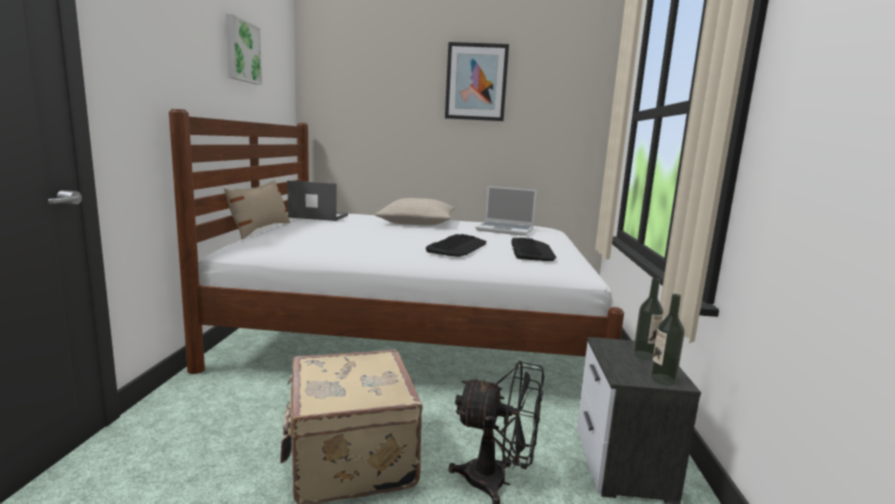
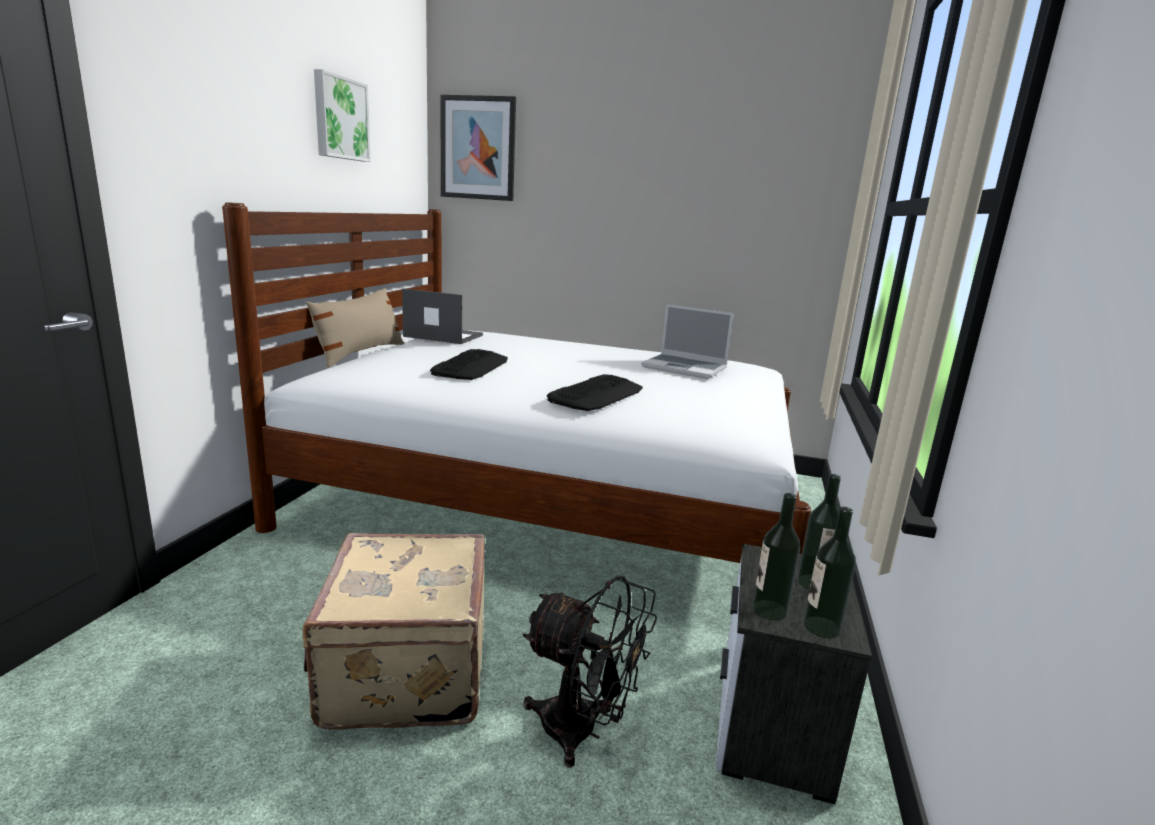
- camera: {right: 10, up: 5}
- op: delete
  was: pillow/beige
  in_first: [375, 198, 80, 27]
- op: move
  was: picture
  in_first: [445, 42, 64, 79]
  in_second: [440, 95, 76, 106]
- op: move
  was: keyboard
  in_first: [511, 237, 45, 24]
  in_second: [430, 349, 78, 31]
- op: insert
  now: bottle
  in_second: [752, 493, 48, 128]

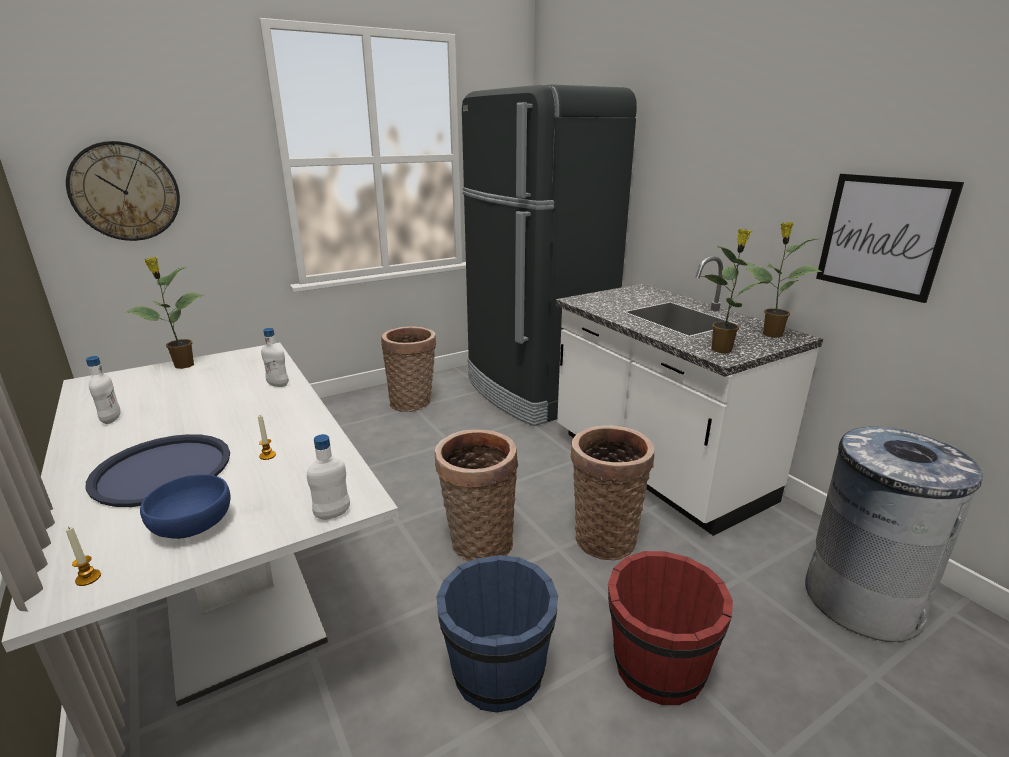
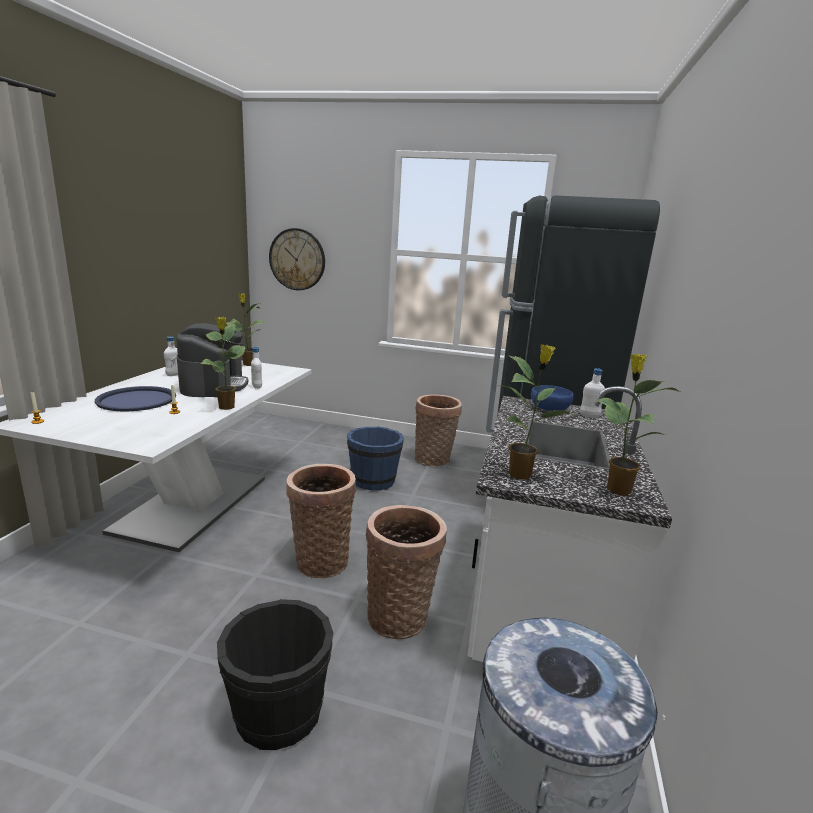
- camera: {right: 45, up: -5}
- op: move
  was: bowl/blue
  in_first: [140, 474, 91, 65]
  in_second: [531, 385, 43, 26]
- op: move
  was: bottle/white
  in_first: [307, 434, 43, 86]
  in_second: [580, 368, 25, 50]
- op: move
  was: bucket/blue
  in_first: [436, 555, 122, 158]
  in_second: [347, 426, 57, 65]
- op: recolor
  was: bucket/red
  now: bucket/black
  in_first: [608, 551, 125, 154]
  in_second: [217, 599, 116, 151]
- op: delete
  was: picture
  in_first: [816, 174, 148, 129]
- op: insert
  now: coffee machine
  in_second: [176, 323, 72, 74]
- op: insert
  now: potted plant
  in_second: [201, 317, 44, 93]

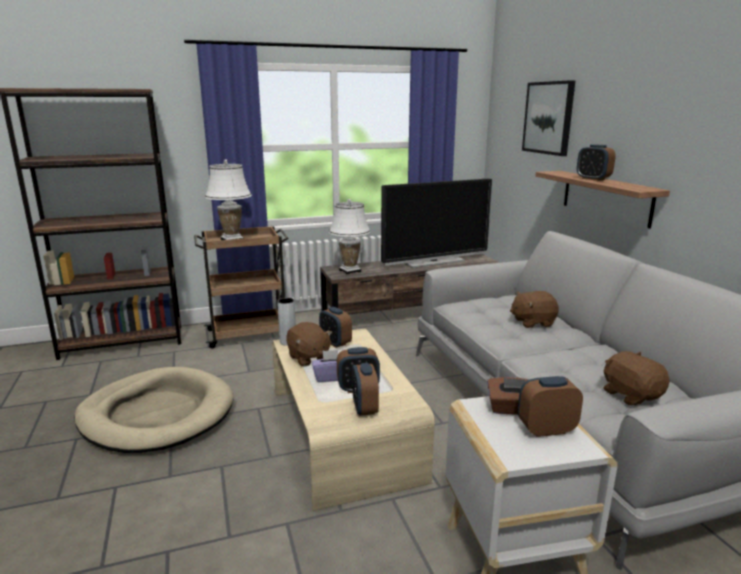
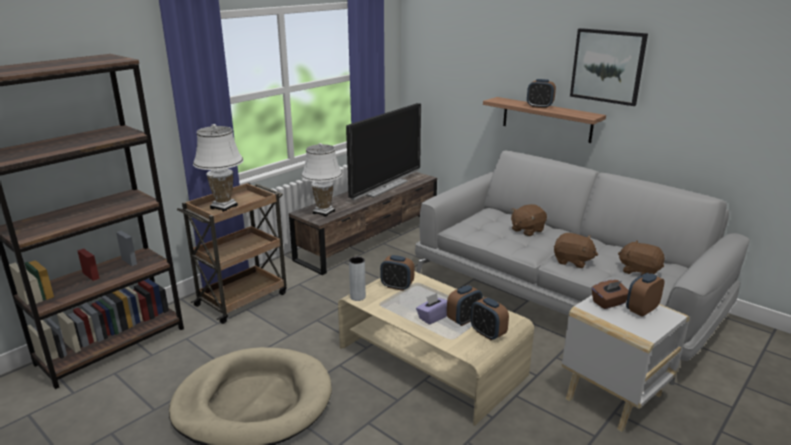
- camera: {right: -30, up: 5}
- op: move
  was: plush toy/brown
  in_first: [286, 322, 47, 45]
  in_second: [554, 233, 44, 35]
- op: move
  was: picture
  in_first: [522, 80, 53, 76]
  in_second: [570, 28, 78, 78]

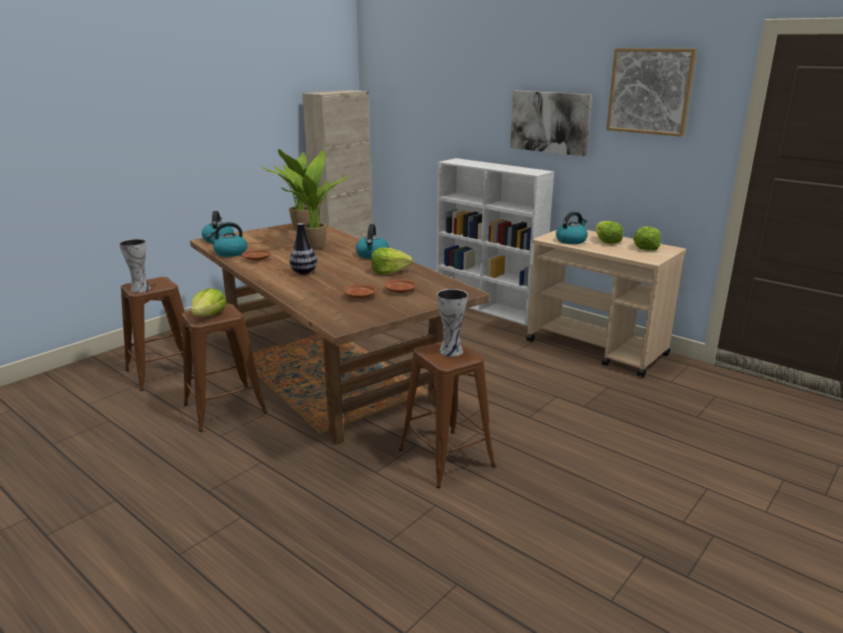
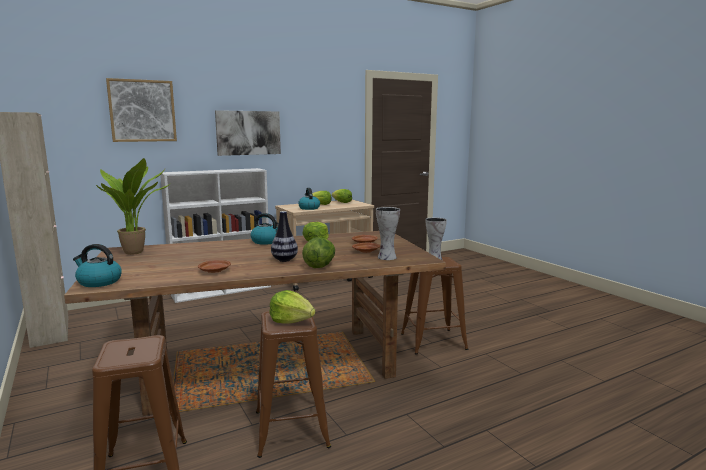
- camera: {right: -70, up: -10}
- op: move
  was: vase
  in_first: [119, 239, 32, 54]
  in_second: [376, 207, 24, 53]
- op: delete
  was: kettle
  in_first: [207, 222, 40, 35]
- op: delete
  was: potted plant
  in_first: [278, 150, 71, 100]
- op: move
  was: picture
  in_first: [606, 48, 91, 89]
  in_second: [106, 78, 71, 64]
- op: insert
  now: lettuce
  in_second: [302, 237, 33, 31]

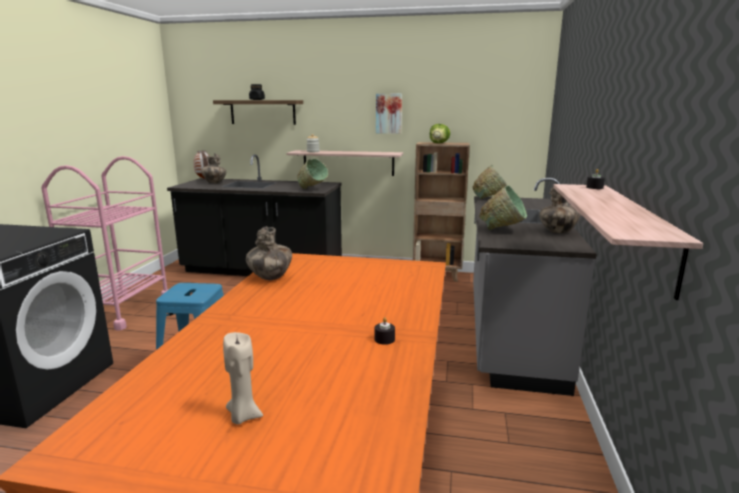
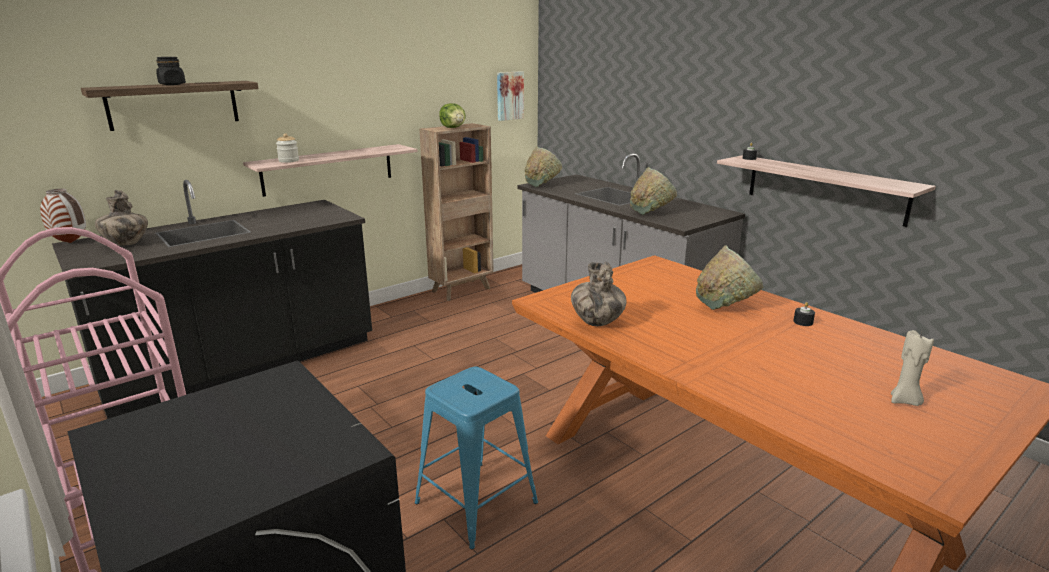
- camera: {right: -50, up: 5}
- op: move
  was: bowl/green
  in_first: [297, 158, 31, 31]
  in_second: [696, 245, 67, 65]
- op: move
  was: picture
  in_first: [376, 93, 26, 41]
  in_second: [497, 71, 27, 50]
- op: delete
  was: vase
  in_first: [539, 188, 42, 45]

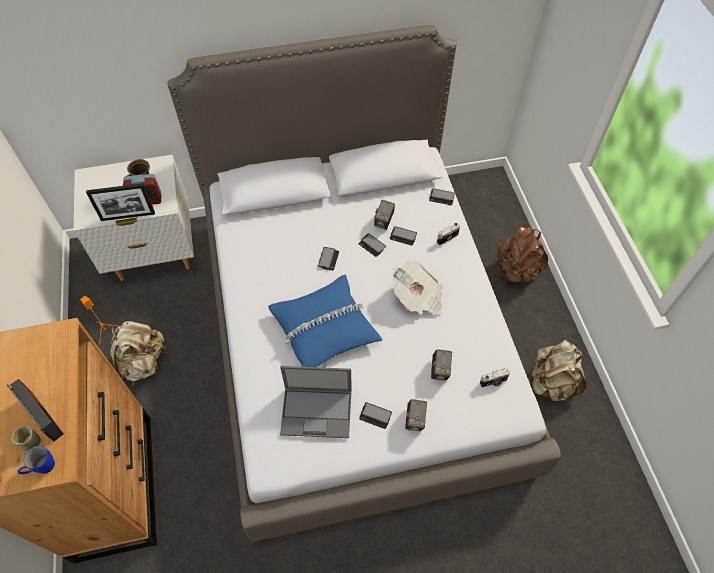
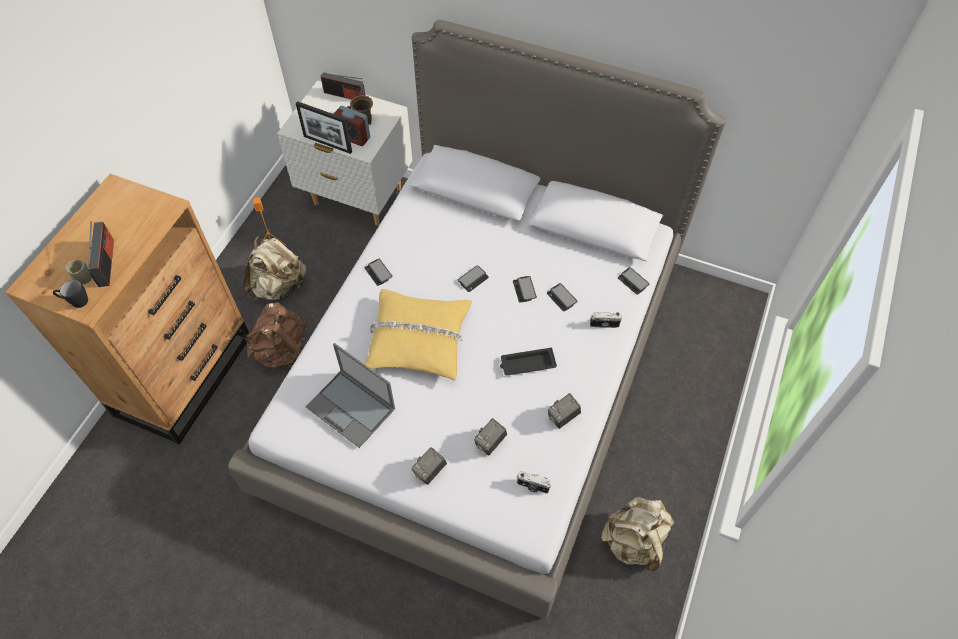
- camera: {right: 35, up: 0}
- op: recolor
  was: mug/blue
  now: mug/black
  in_first: [17, 446, 38, 28]
  in_second: [53, 280, 35, 28]
- op: recolor
  was: pillow/blue
  now: pillow/yellow
  in_first: [268, 275, 114, 92]
  in_second: [364, 289, 108, 92]
- op: move
  was: phone
  in_first: [359, 402, 33, 27]
  in_second: [365, 259, 27, 27]
- op: move
  was: photo camera
  in_first: [374, 200, 21, 30]
  in_second: [548, 393, 33, 36]
- op: replace
  was: newspaper
  now: tray/black
  in_first: [392, 261, 51, 54]
  in_second: [500, 347, 57, 29]
- op: move
  was: backpack/brown
  in_first: [497, 226, 51, 57]
  in_second: [243, 302, 64, 66]
- op: insert
  now: radio
  in_second: [321, 72, 44, 28]

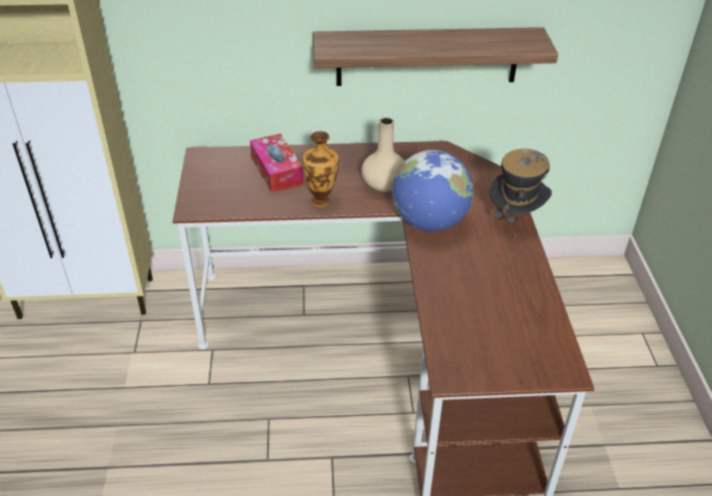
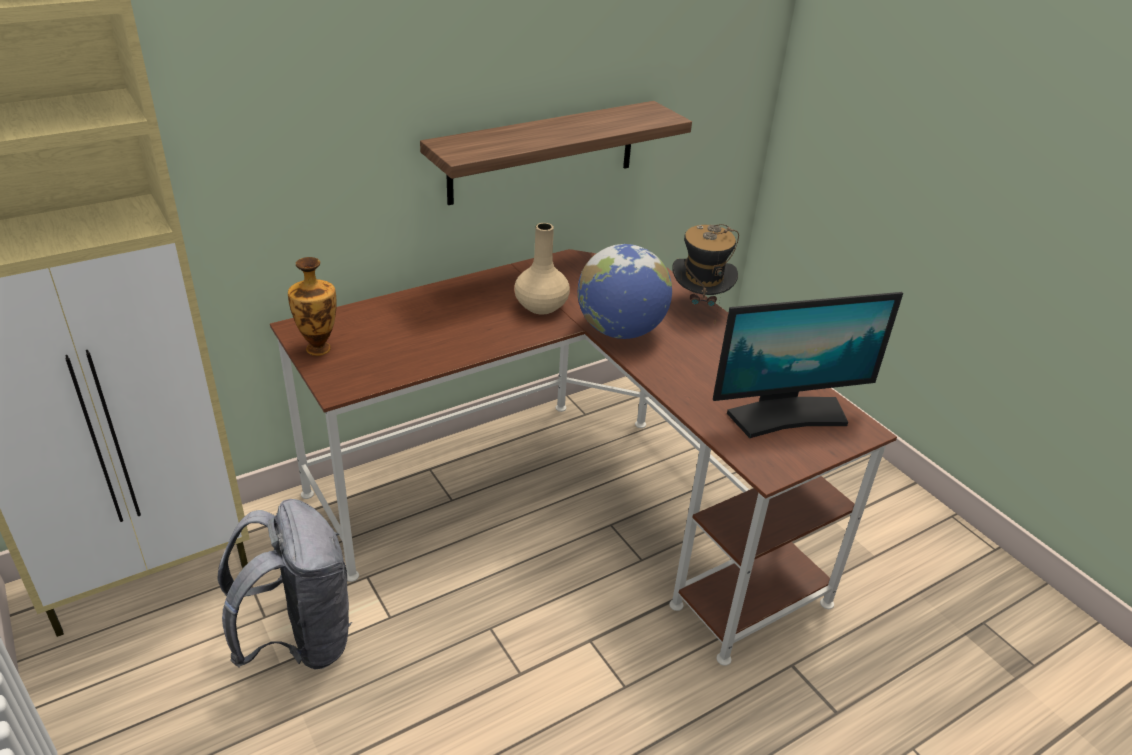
- camera: {right: -30, up: -5}
- op: delete
  was: tissue box
  in_first: [250, 134, 53, 59]
- op: move
  was: vase
  in_first: [302, 131, 37, 76]
  in_second: [288, 257, 49, 99]
- op: insert
  now: backpack/grey
  in_second: [217, 499, 135, 171]
- op: insert
  now: monitor
  in_second: [713, 292, 190, 146]

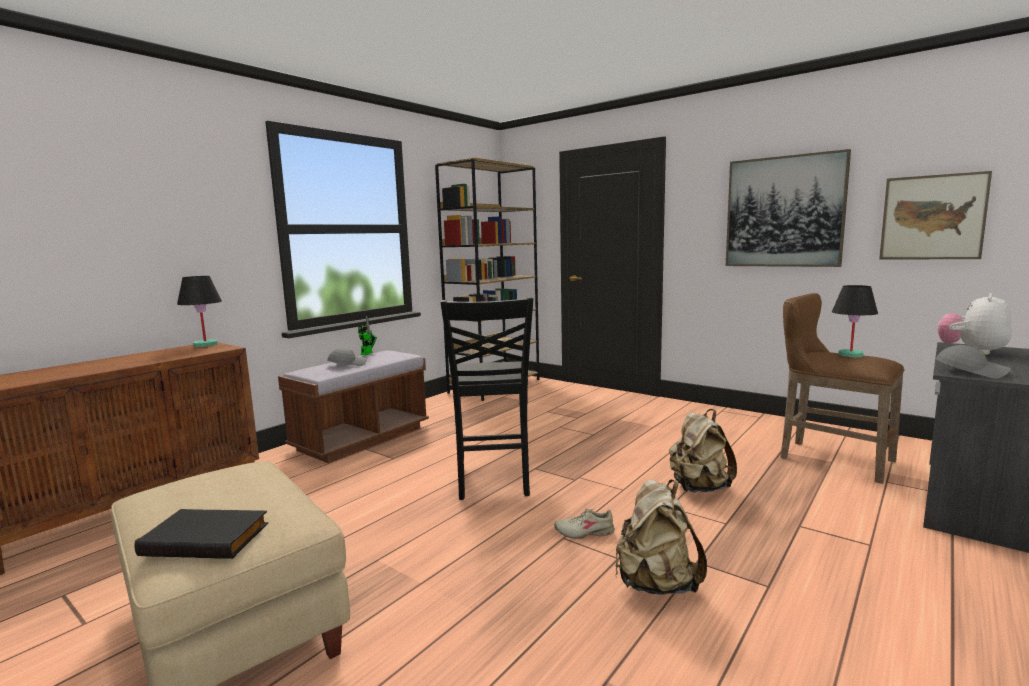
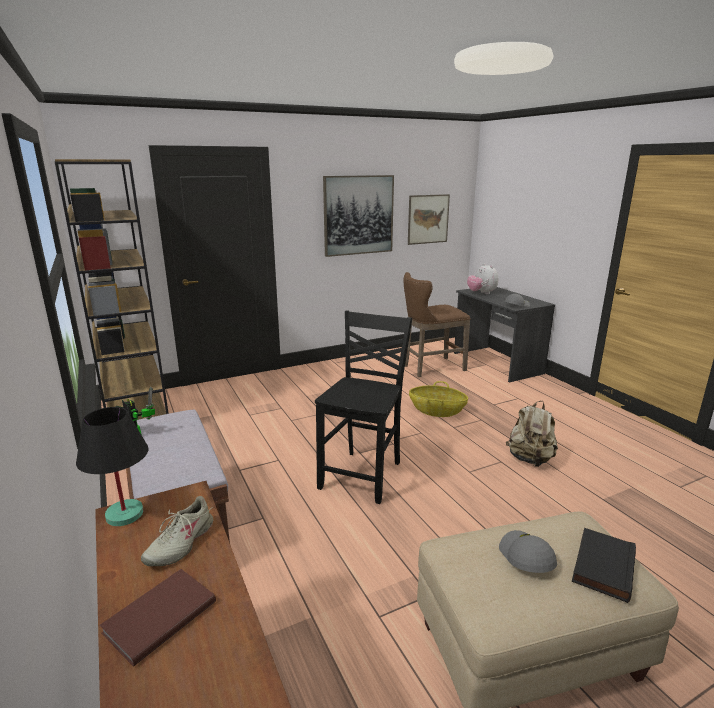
- camera: {right: -65, up: 10}
- op: move
  was: cap/grey
  in_first: [327, 348, 40, 18]
  in_second: [499, 530, 58, 43]
- op: rotate
  was: chair/black
  in_first: [440, 297, 93, 203]
  in_second: [315, 311, 97, 193]
  clockwise: -90
- op: move
  was: shoe/beige
  in_first: [554, 508, 61, 31]
  in_second: [141, 496, 72, 70]
- op: replace
  was: backpack/beige
  now: basket
  in_first: [669, 409, 68, 83]
  in_second: [409, 381, 59, 36]
- op: delete
  was: table lamp/black
  in_first: [832, 285, 46, 72]
- op: insert
  now: book/brown
  in_second: [99, 569, 117, 98]

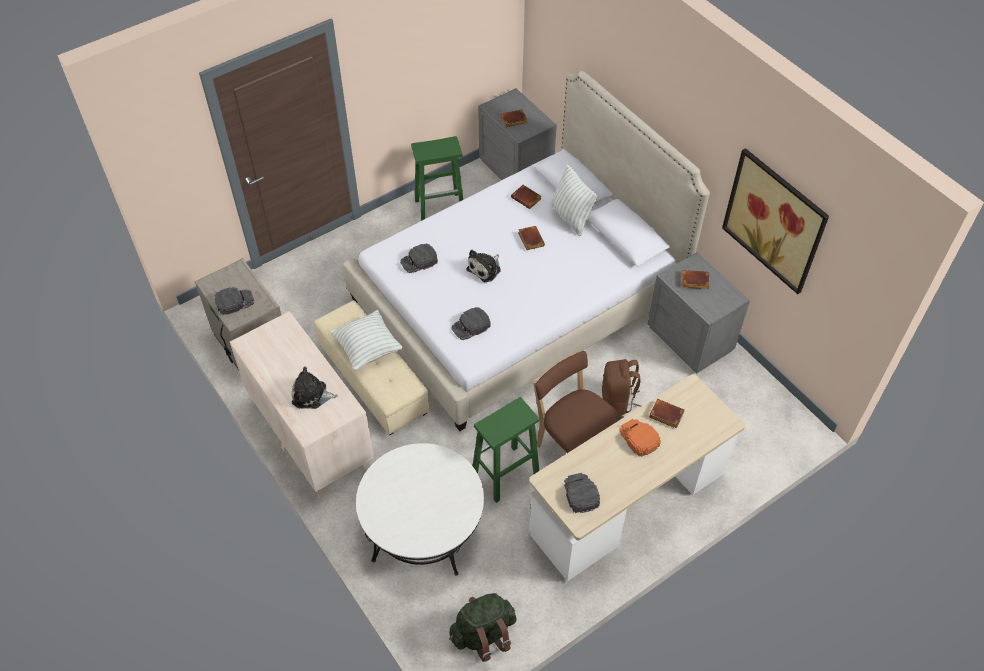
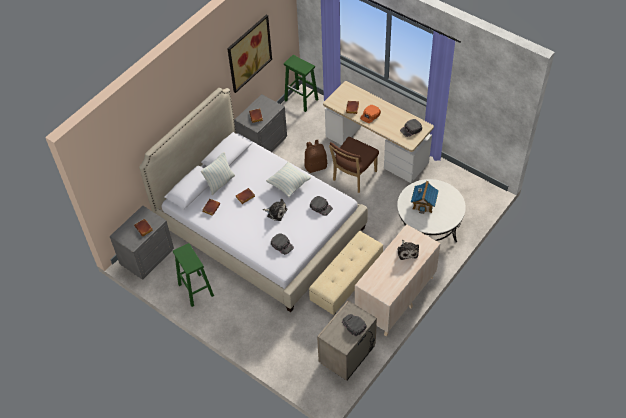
- camera: {right: -105, up: 0}
- op: move
  was: pillow
  in_first: [330, 310, 73, 61]
  in_second: [266, 162, 45, 35]
- op: delete
  was: backpack/green
  in_first: [449, 593, 68, 69]
- op: move
  was: stool/green
  in_first: [473, 397, 66, 106]
  in_second: [284, 55, 34, 57]
- op: insert
  now: toy house
  in_second: [411, 181, 28, 33]

